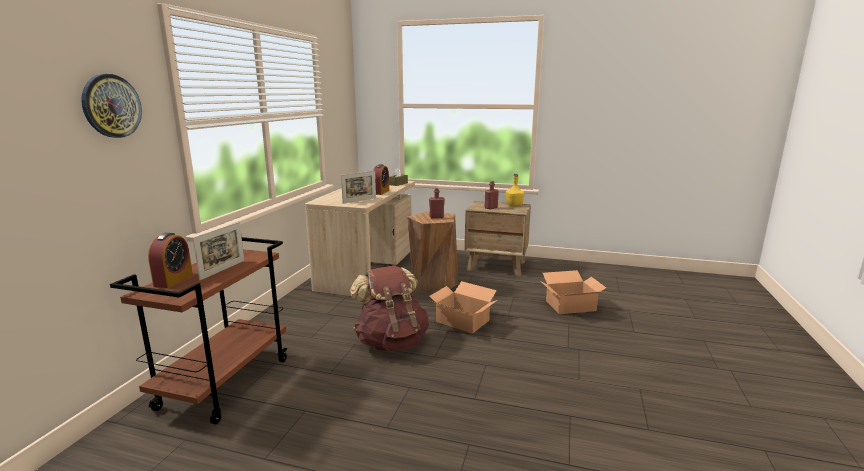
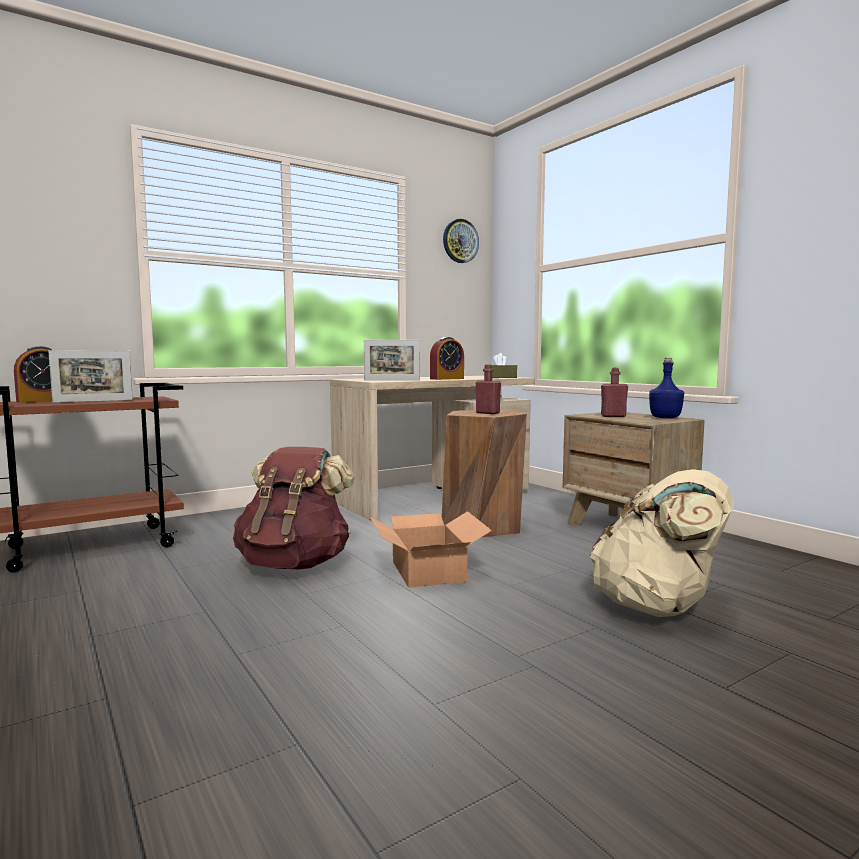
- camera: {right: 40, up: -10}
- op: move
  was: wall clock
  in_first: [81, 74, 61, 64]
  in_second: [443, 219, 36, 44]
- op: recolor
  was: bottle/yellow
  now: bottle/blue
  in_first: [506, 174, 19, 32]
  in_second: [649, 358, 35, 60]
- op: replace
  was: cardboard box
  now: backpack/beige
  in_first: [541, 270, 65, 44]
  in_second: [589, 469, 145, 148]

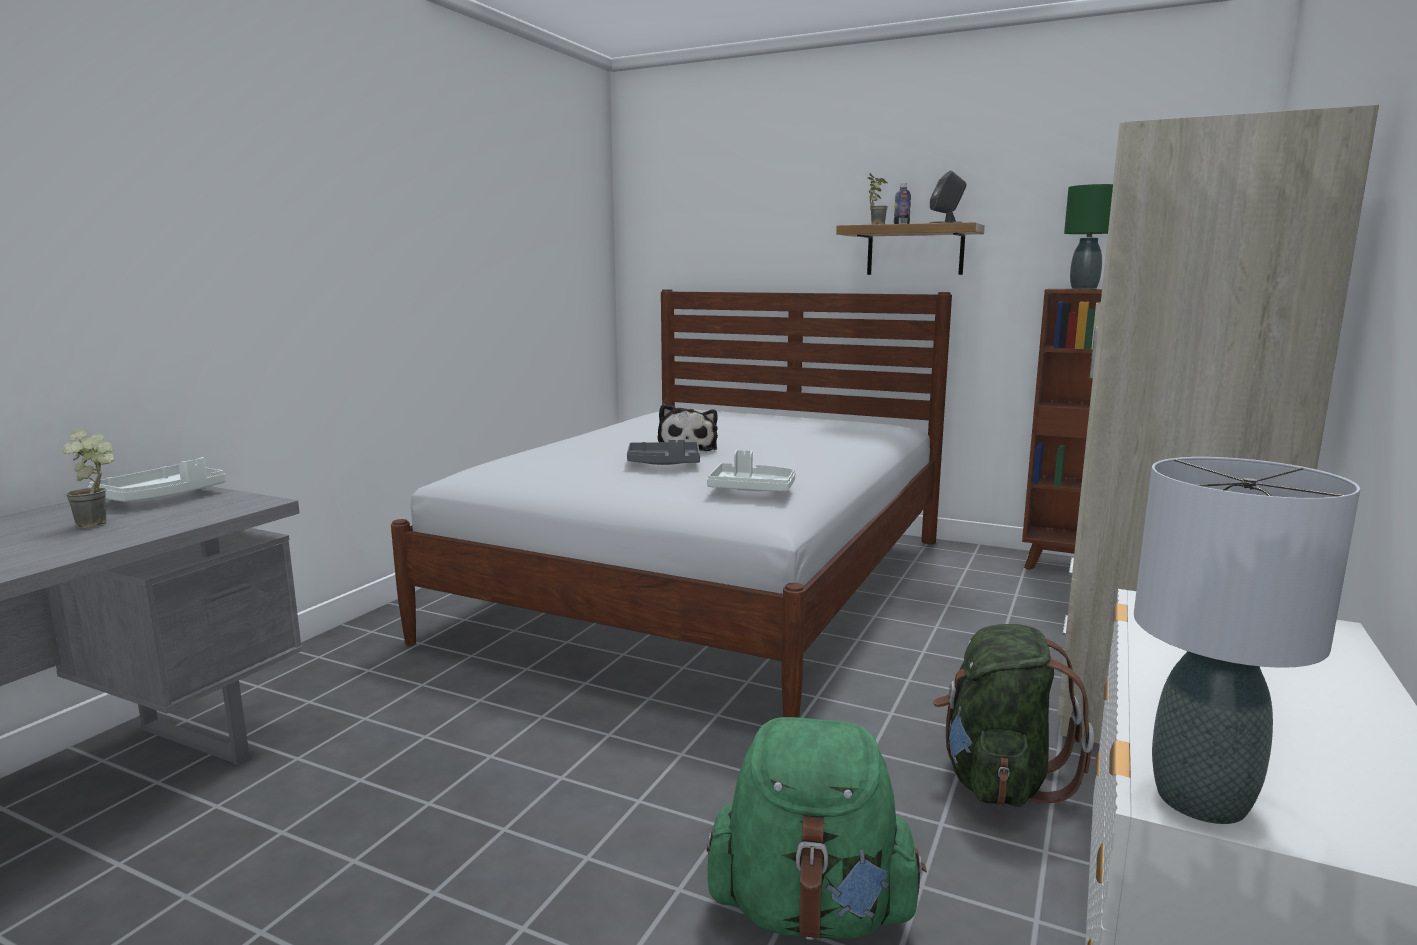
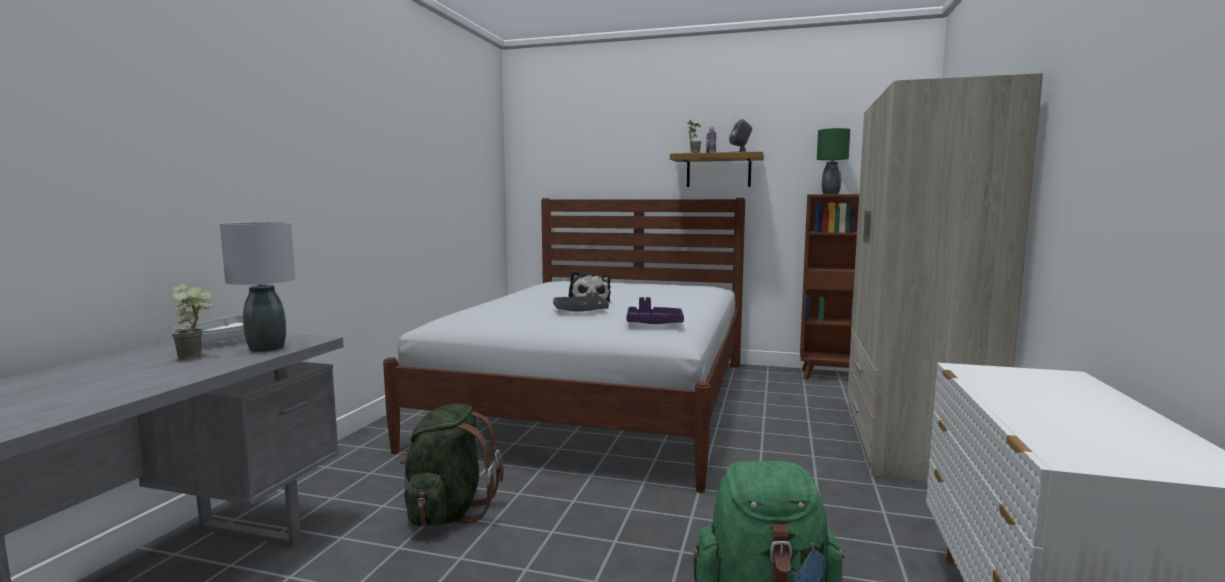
- camera: {right: -10, up: -5}
- op: recolor
  was: tray/white
  now: tray/purple
  in_first: [707, 450, 88, 42]
  in_second: [626, 297, 58, 27]
- op: move
  was: backpack/green
  in_first: [933, 624, 161, 183]
  in_second: [400, 404, 104, 122]
- op: move
  was: table lamp/grey
  in_first: [1134, 457, 226, 367]
  in_second: [220, 222, 75, 130]

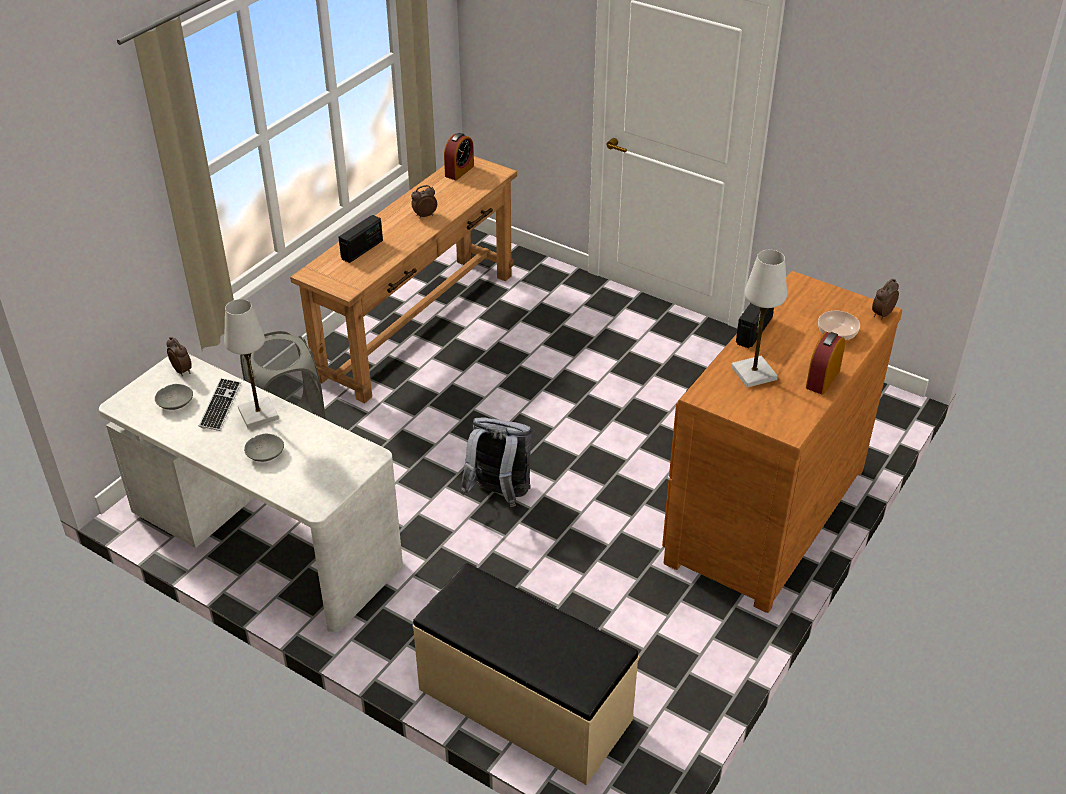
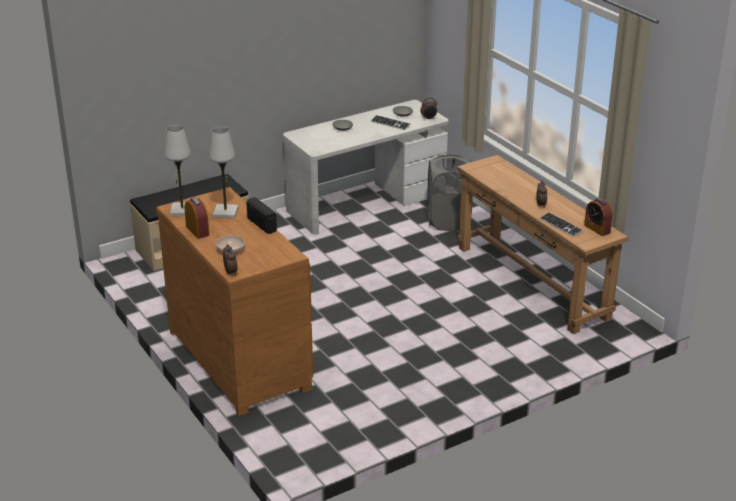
- camera: {right: 115, up: -10}
- op: move
  was: table lamp/white
  in_first: [224, 299, 55, 130]
  in_second: [164, 125, 27, 91]
- op: delete
  was: radio
  in_first: [339, 215, 44, 48]
- op: delete
  was: backpack/grey
  in_first: [460, 417, 72, 90]
- op: insert
  now: keyboard
  in_second: [540, 212, 43, 25]

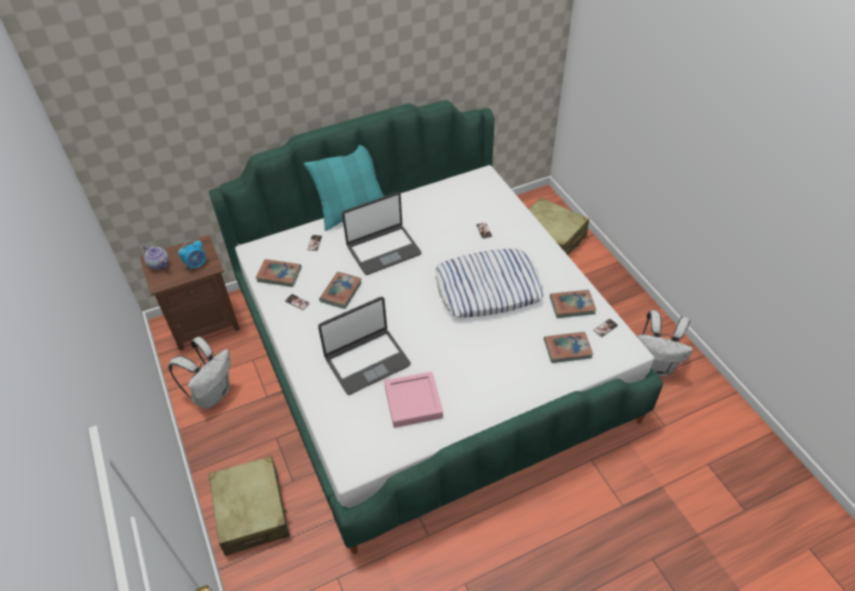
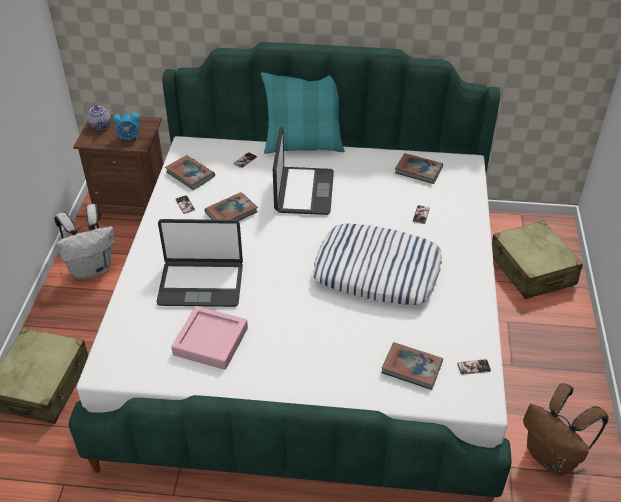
- camera: {right: 30, up: -5}
- op: rotate
  was: laptop
  in_first: [342, 192, 79, 83]
  in_second: [273, 127, 61, 88]
  clockwise: -90
- op: move
  was: book
  in_first: [550, 290, 47, 28]
  in_second: [395, 153, 48, 31]
- op: recolor
  was: backpack/white
  now: backpack/brown
  in_first: [638, 310, 55, 67]
  in_second: [523, 383, 86, 93]

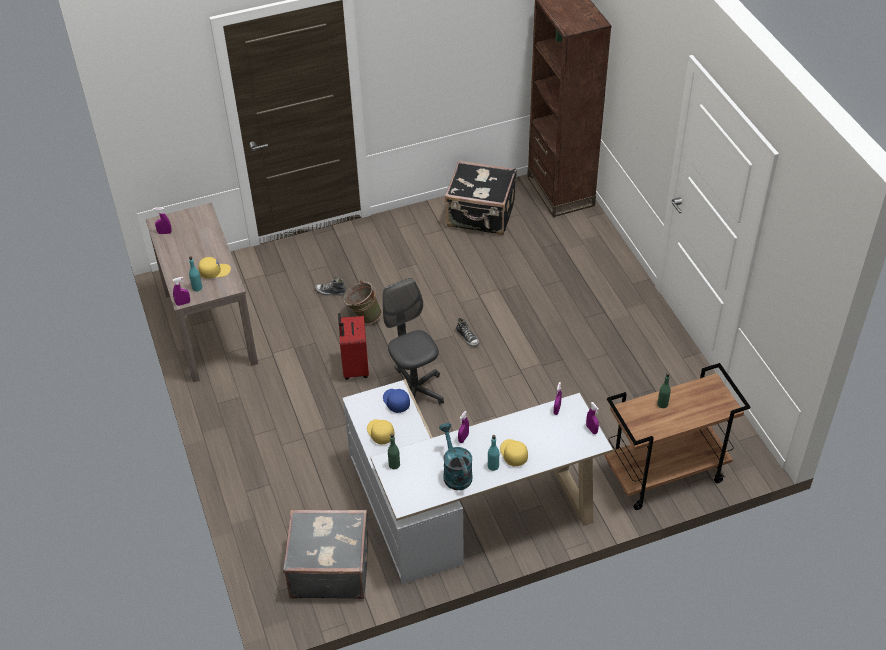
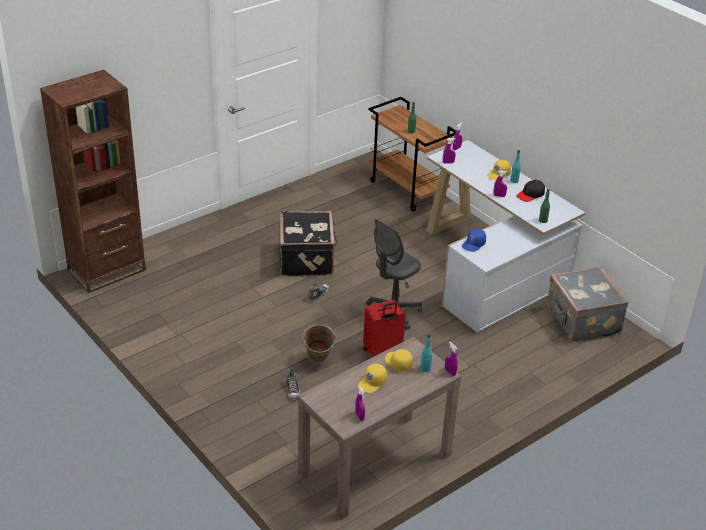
- camera: {right: -110, up: -10}
- op: move
  was: cap/yellow
  in_first: [367, 419, 28, 26]
  in_second: [358, 364, 29, 29]
- op: replace
  was: watering can/turquoise
  now: cap/black
  in_first: [439, 423, 33, 67]
  in_second: [516, 180, 29, 22]
- op: move
  was: suitcase/black
  in_first: [445, 160, 72, 75]
  in_second: [280, 211, 57, 65]

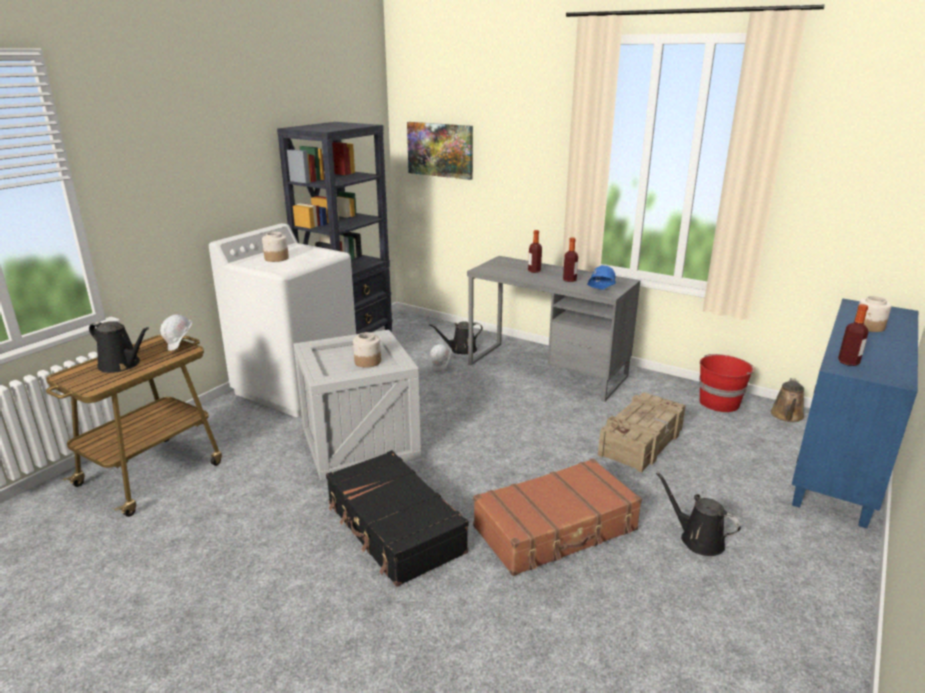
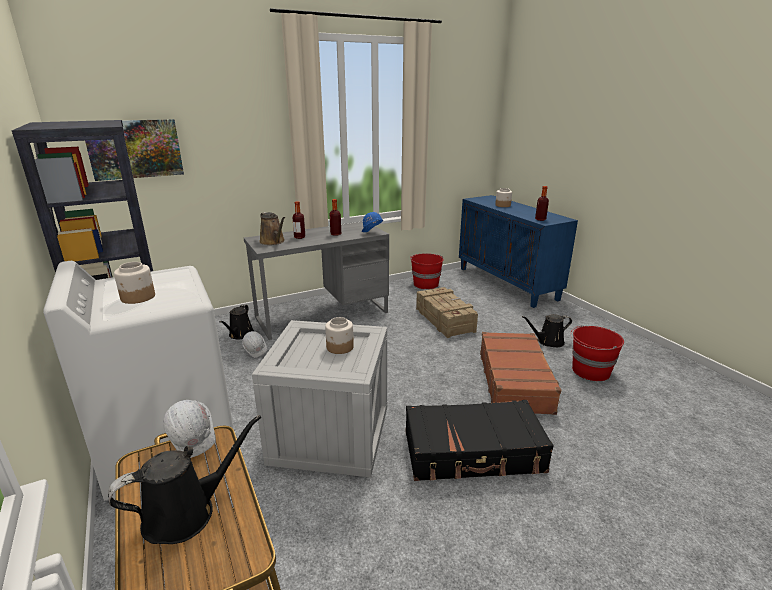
- camera: {right: -60, up: 0}
- op: move
  was: watering can/brown
  in_first: [770, 378, 34, 44]
  in_second: [259, 212, 26, 33]
- op: insert
  now: bucket/red
  in_second: [571, 325, 53, 56]

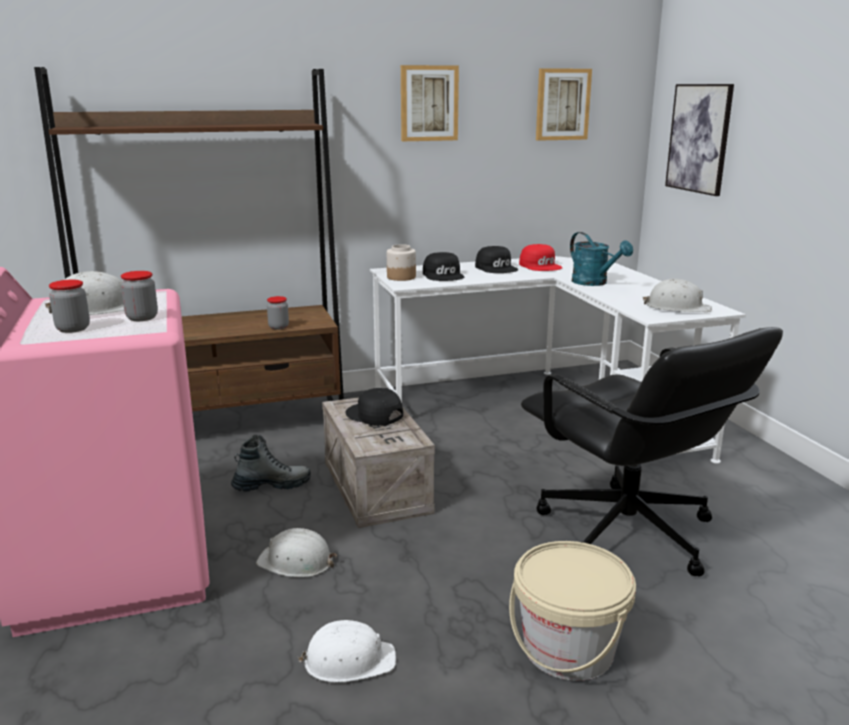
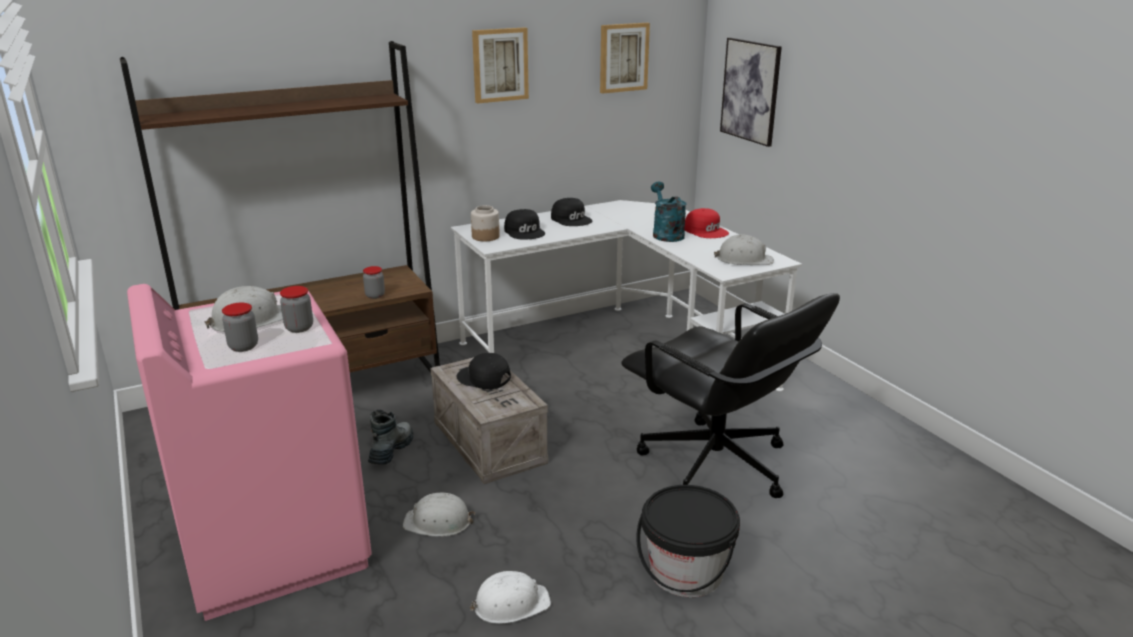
- camera: {right: -10, up: 5}
- op: rotate
  was: boot
  in_first: [231, 434, 80, 58]
  in_second: [368, 409, 45, 56]
  clockwise: -45
- op: recolor
  was: bucket/beige
  now: bucket/black
  in_first: [509, 541, 127, 140]
  in_second: [636, 485, 104, 112]
- op: move
  was: cap/red
  in_first: [519, 244, 44, 27]
  in_second: [684, 208, 45, 30]
- op: rotate
  was: watering can/turquoise
  in_first: [570, 232, 63, 54]
  in_second: [651, 182, 36, 60]
  clockwise: -150

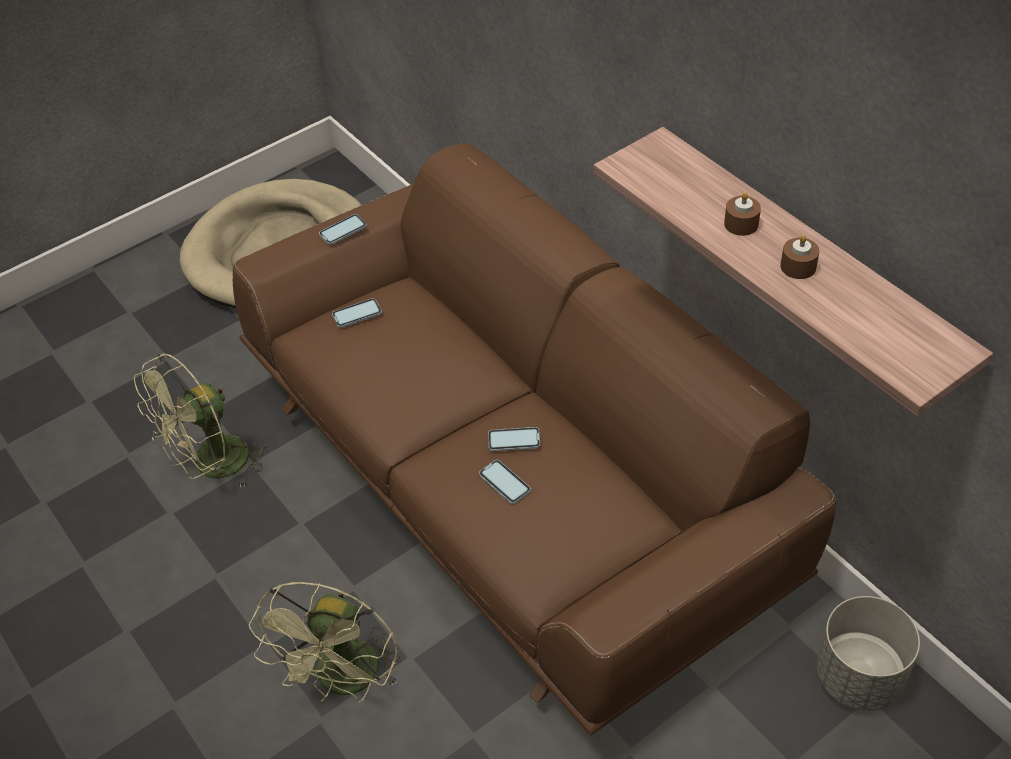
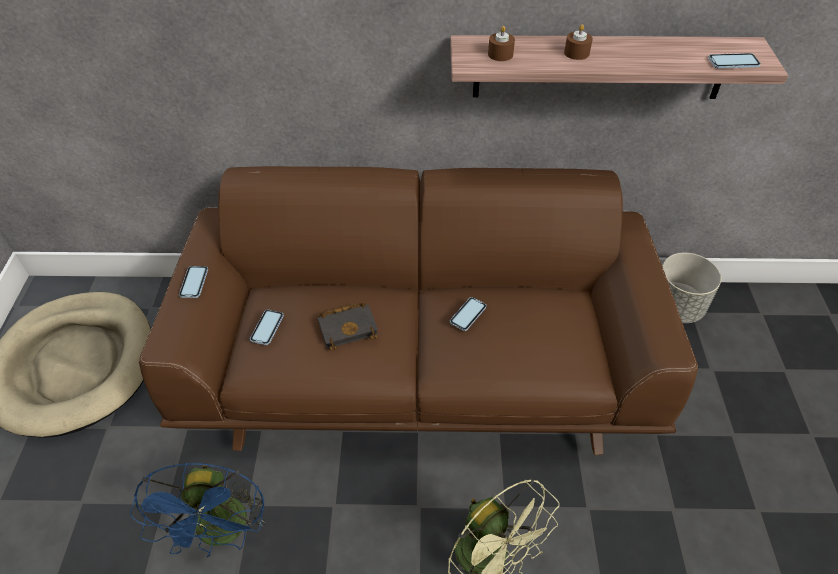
- camera: {right: -55, up: 0}
- op: recolor
  was: fan/green
  now: fan/blue
  in_first: [134, 353, 133, 135]
  in_second: [130, 463, 135, 94]
- op: move
  was: phone
  in_first: [479, 460, 52, 44]
  in_second: [708, 53, 53, 16]
- op: move
  was: candle/brown
  in_first: [780, 235, 39, 44]
  in_second: [488, 26, 27, 35]
- op: insert
  now: book/black
  in_second: [318, 302, 60, 49]

